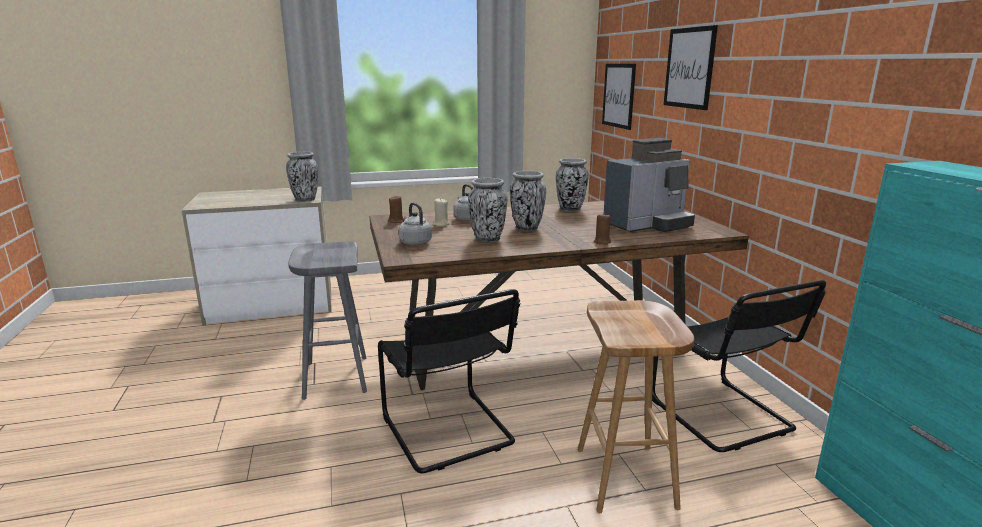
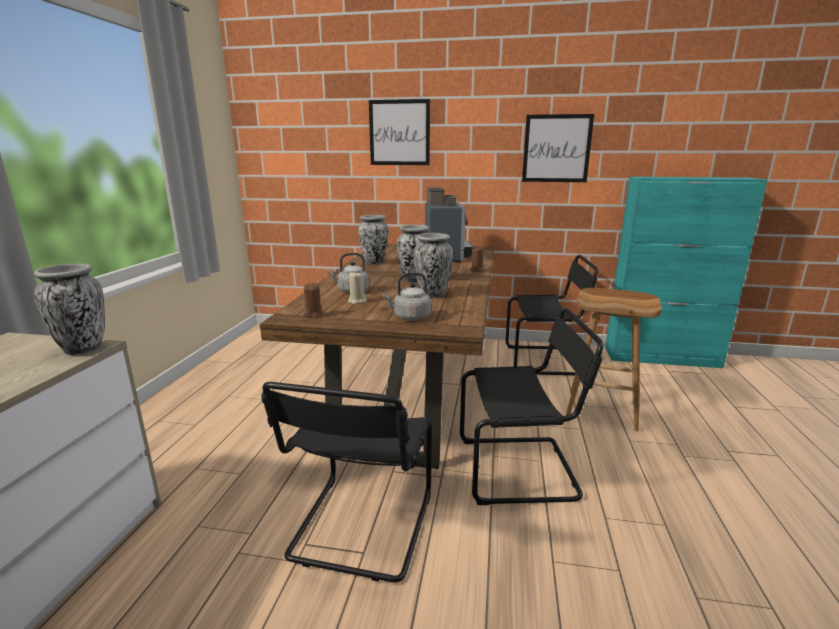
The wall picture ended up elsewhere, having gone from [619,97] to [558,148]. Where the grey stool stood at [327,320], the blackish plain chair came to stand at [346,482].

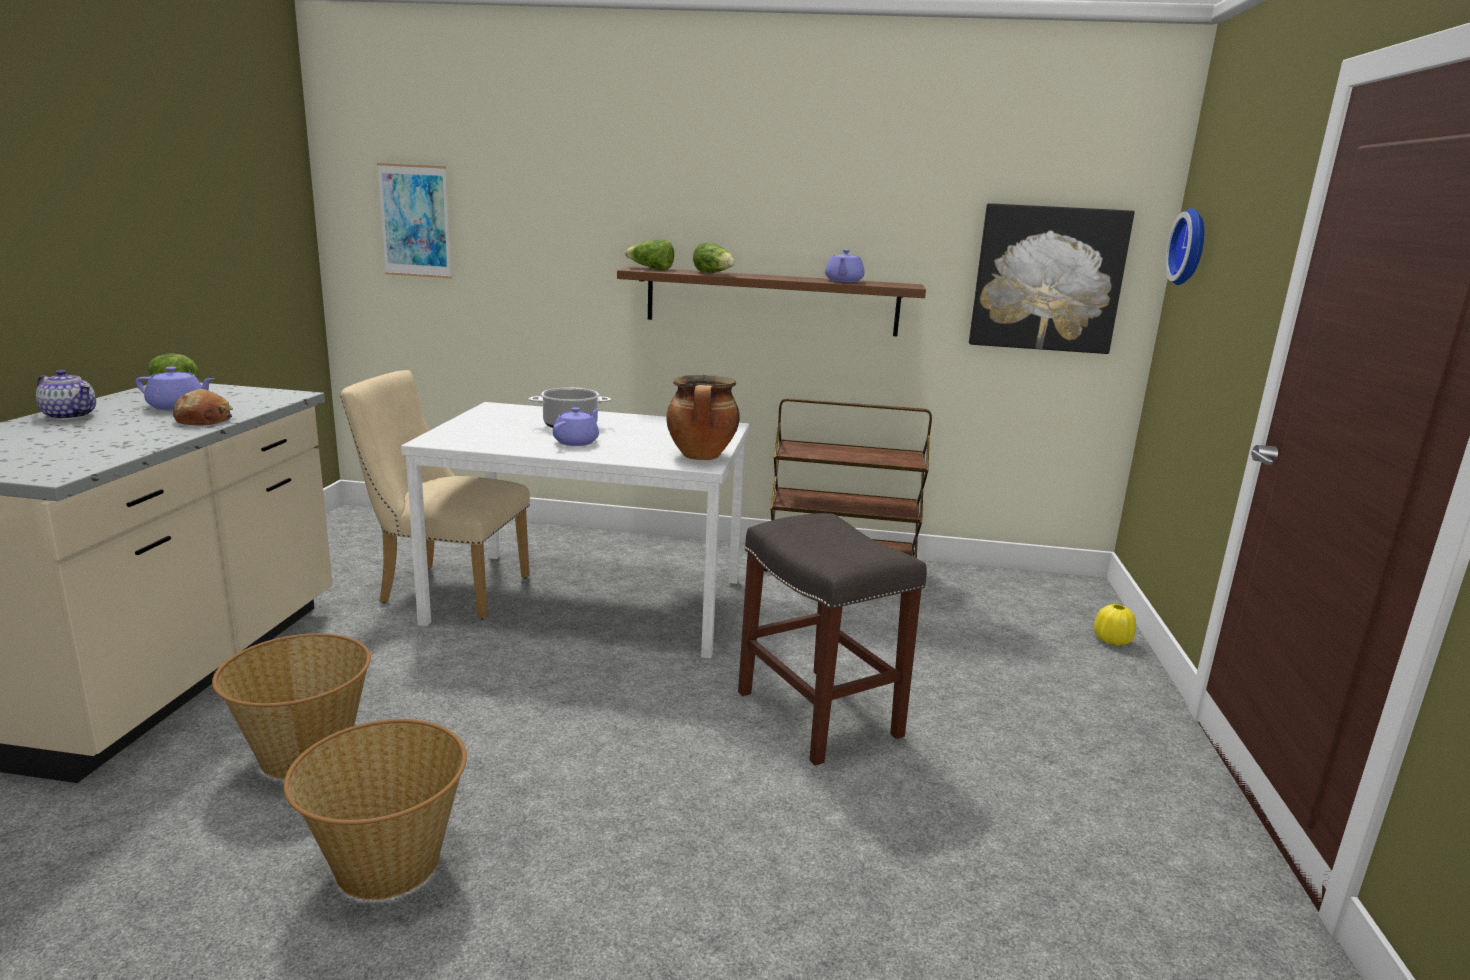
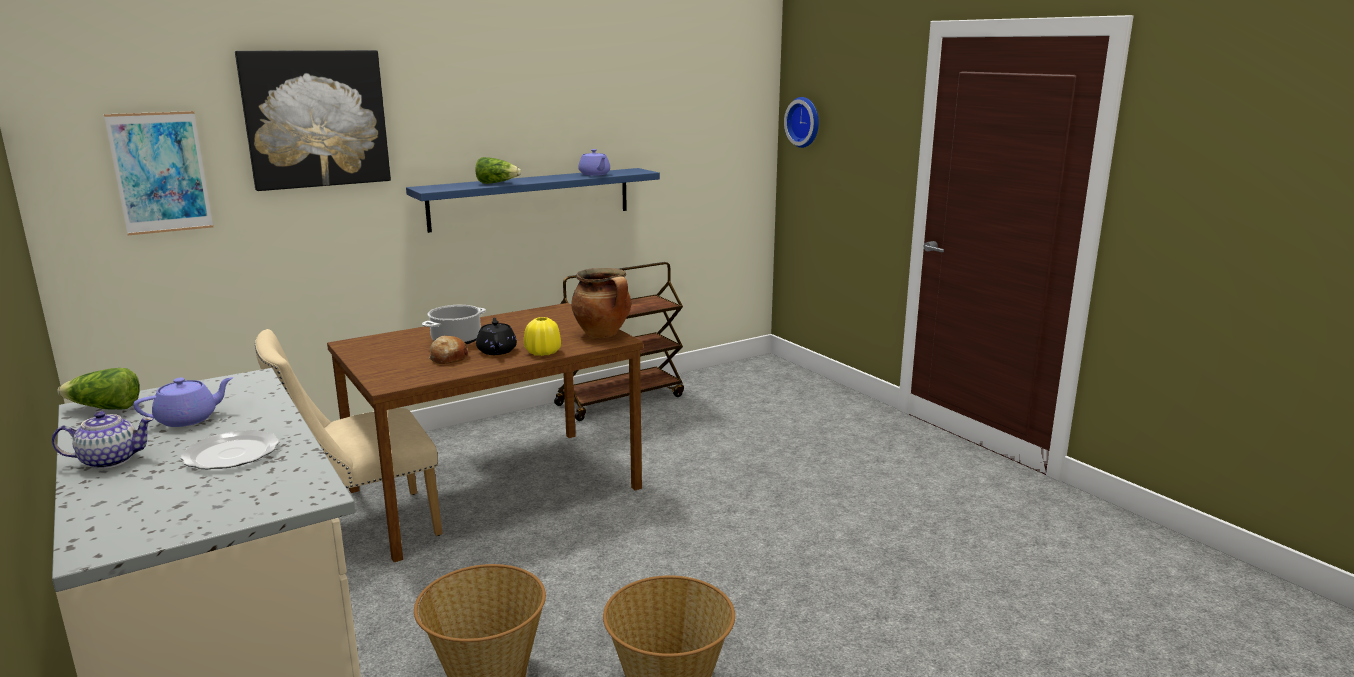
The wall picture ended up elsewhere, having gone from [1052,278] to [313,120]. The second view lost the head of lettuce at [649,255]. What was the brown-coloured bracket shelf at [771,301] turned into the blue-coloured bracket shelf at [533,200]. The baked bread ended up elsewhere, having gone from [203,407] to [448,349]. What was the white dinner table at [575,530] turned into the brown-coloured dinner table at [485,432]. What was the purple-coloured tea pot at [576,426] turned into the blackish tea pot at [496,336]. The second view lost the grey stool at [832,639]. The yellow decorative vase ended up elsewhere, having gone from [1115,625] to [542,336]. The second view gained the dinner plate at [229,449].

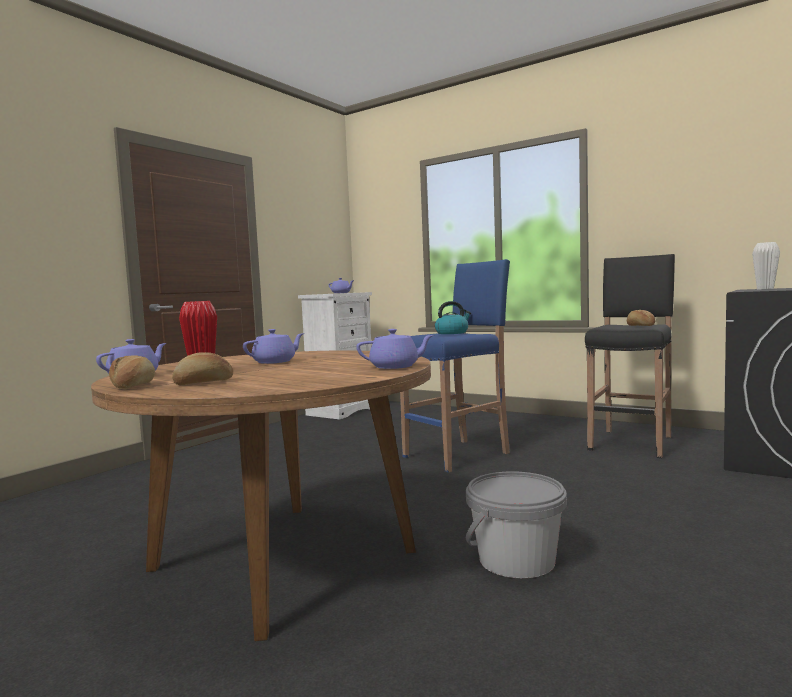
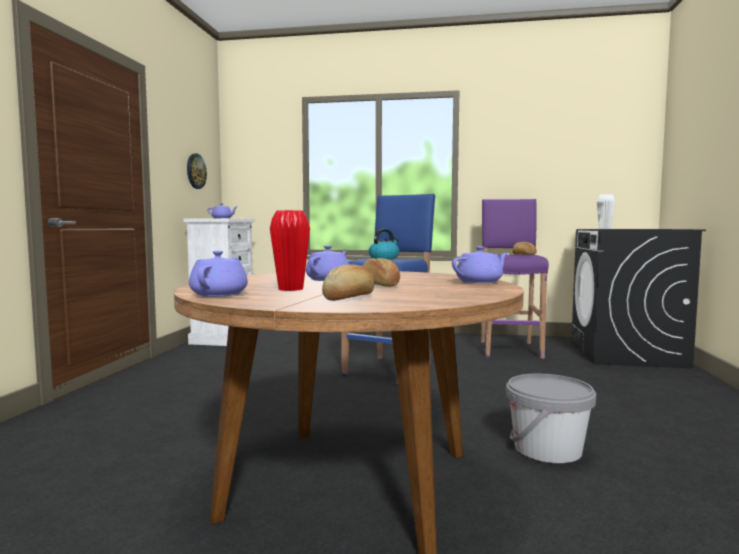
What was the blackish stool at [630,356] turned into the purple-coloured stool at [515,279]. The baked bread ended up elsewhere, having gone from [132,372] to [381,272]. The second view gained the hanging clock at [197,171].

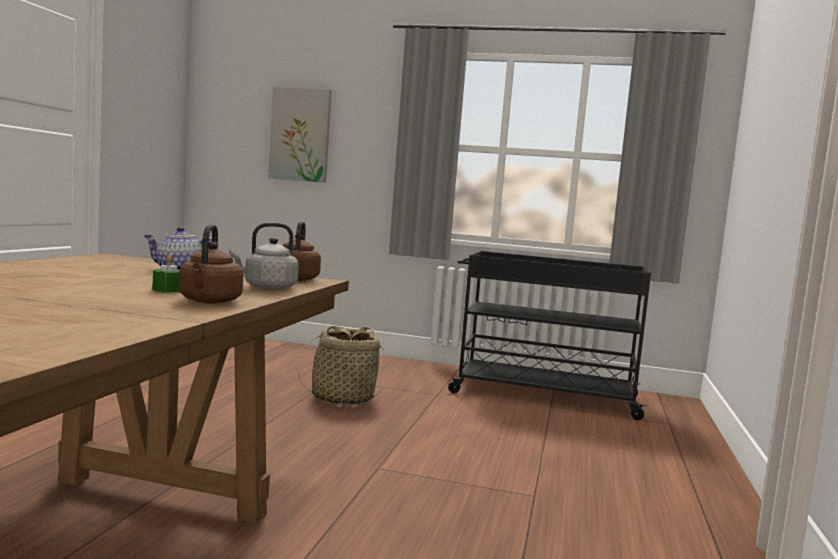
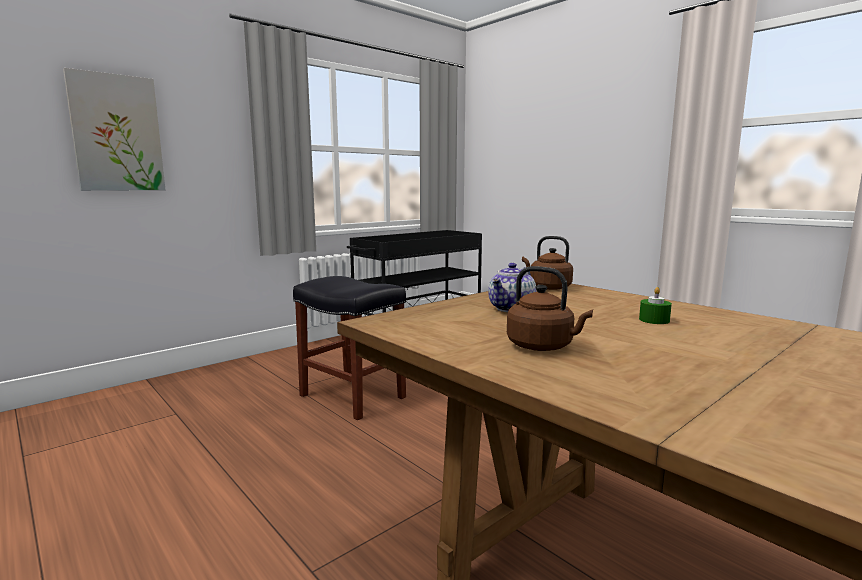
The second view lost the grey water kettle at [264,256]. The brown-coloured water kettle ended up elsewhere, having gone from [211,264] to [550,308]. Where the storage basket stood at [341,365], the blackish stool came to stand at [349,348].

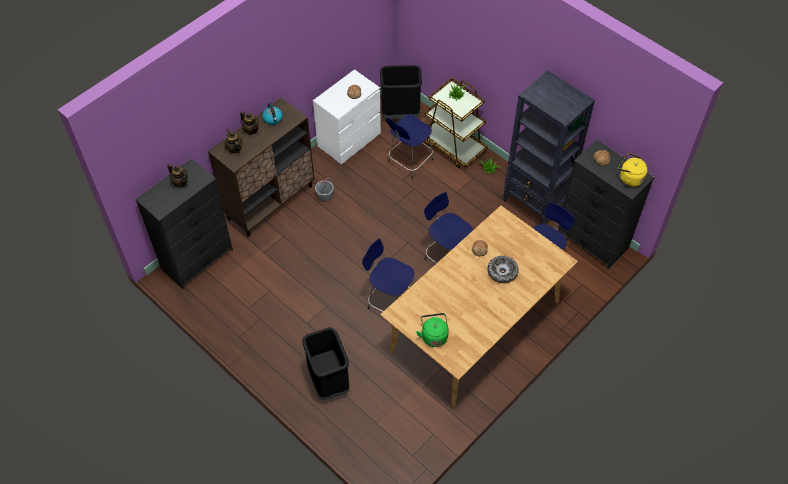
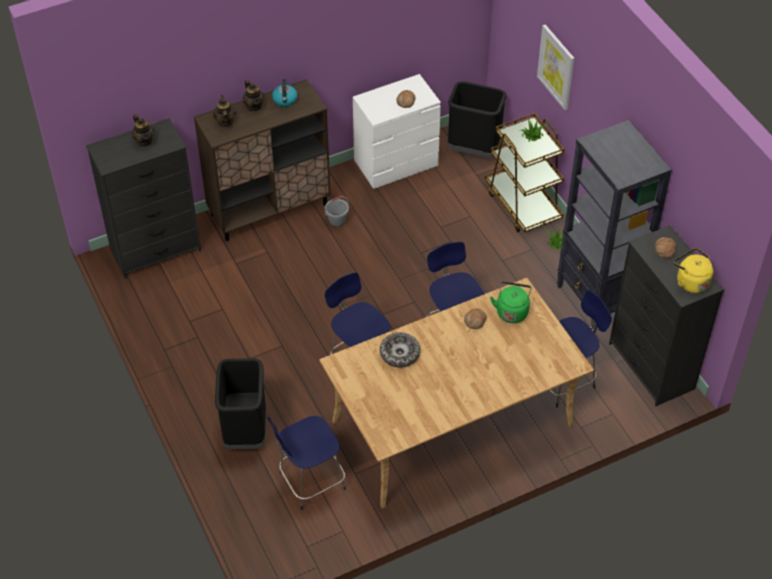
The blue-coloured stool ended up elsewhere, having gone from [409,147] to [306,463]. The deep dish ended up elsewhere, having gone from [503,269] to [400,350]. The green water kettle ended up elsewhere, having gone from [432,330] to [511,302]. The second view gained the wall picture at [555,67].

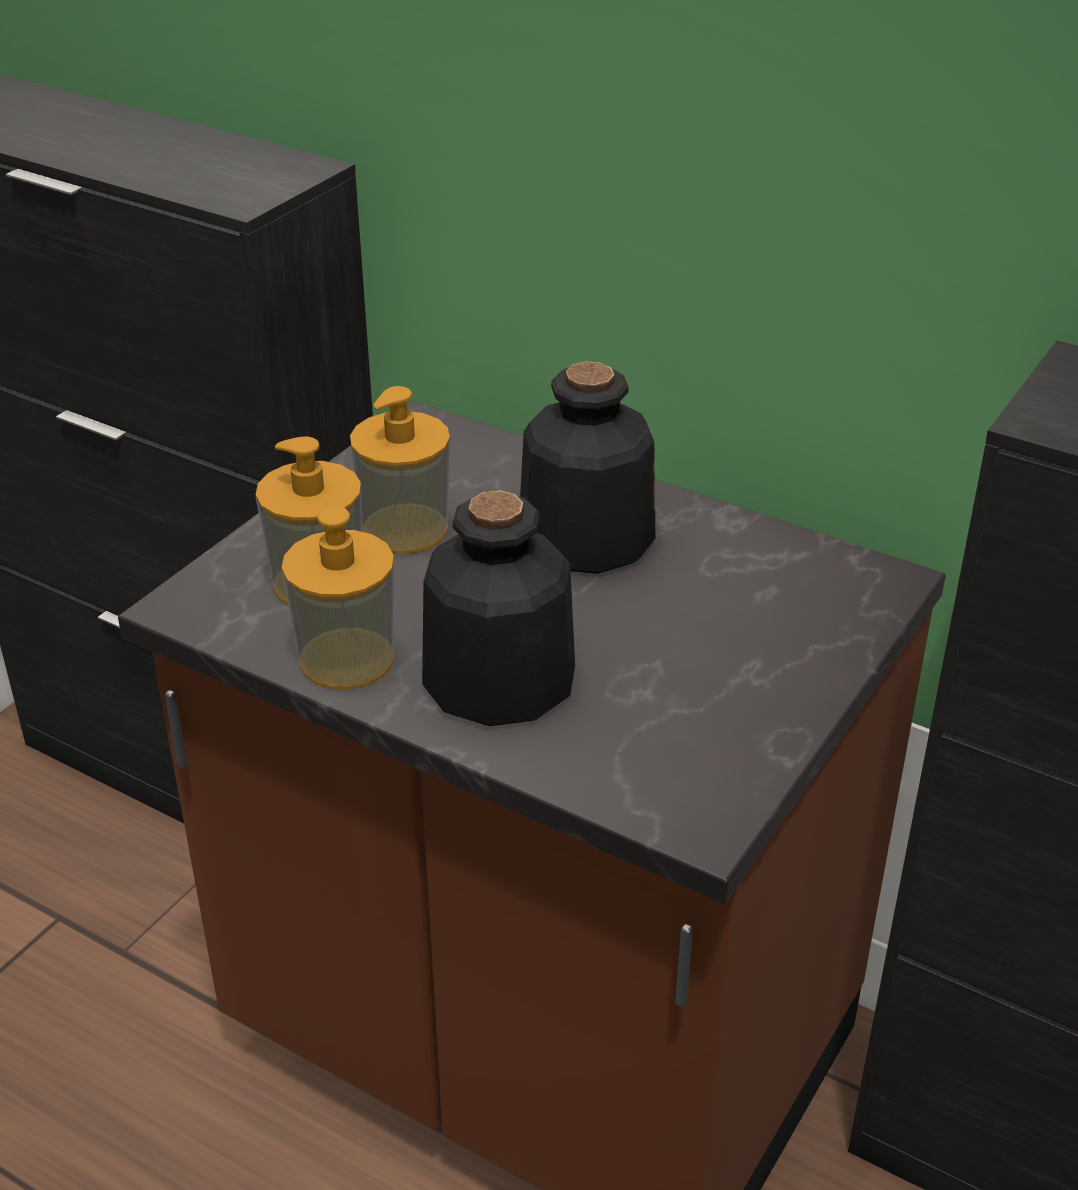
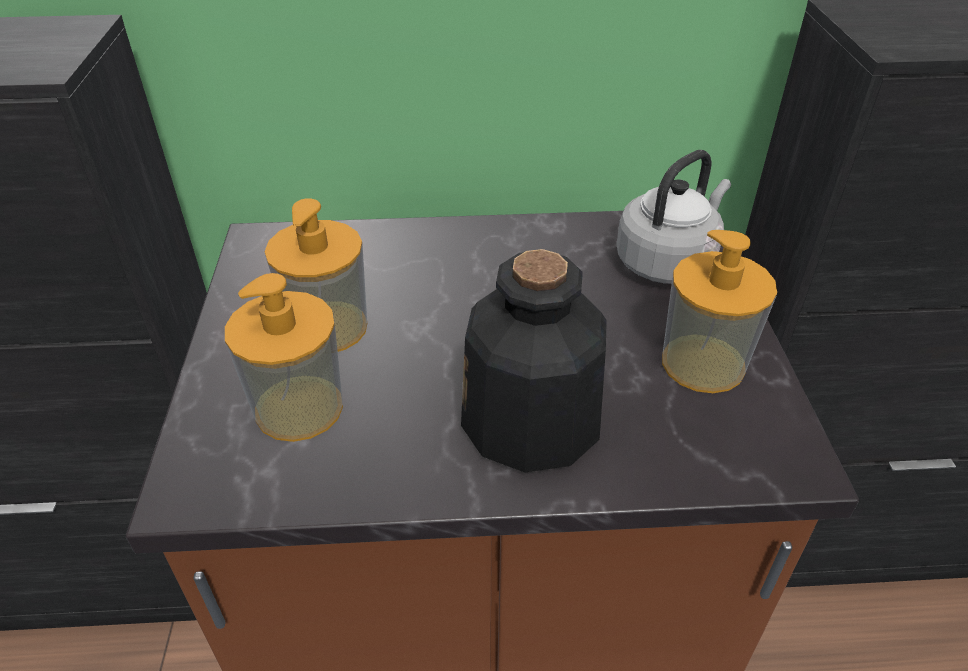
The second view lost the drink bottle at [587,467]. The liquid soap bottle ended up elsewhere, having gone from [337,595] to [719,311]. The second view gained the grey water kettle at [673,217].

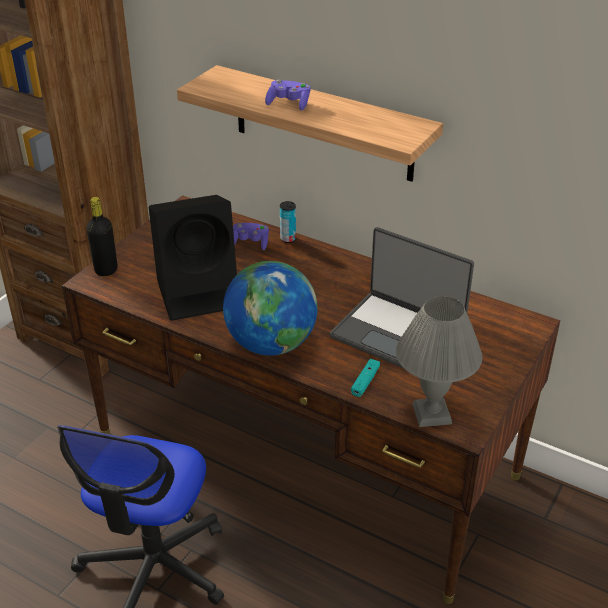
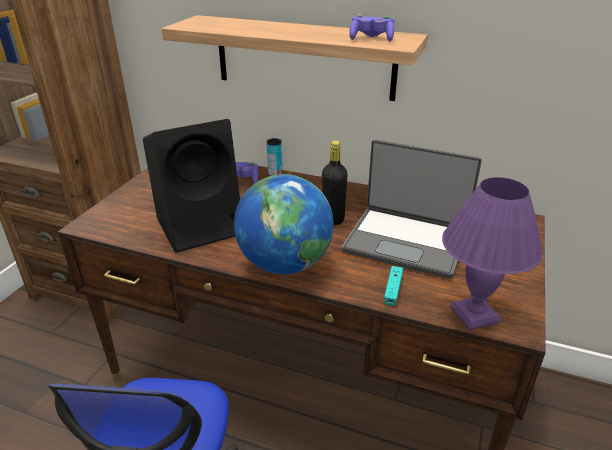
The purple-coloured joypad ended up elsewhere, having gone from [287,95] to [371,28]. The blackish drink bottle ended up elsewhere, having gone from [102,236] to [335,182]. What was the grey table lamp at [439,361] turned into the purple-coloured table lamp at [492,253].

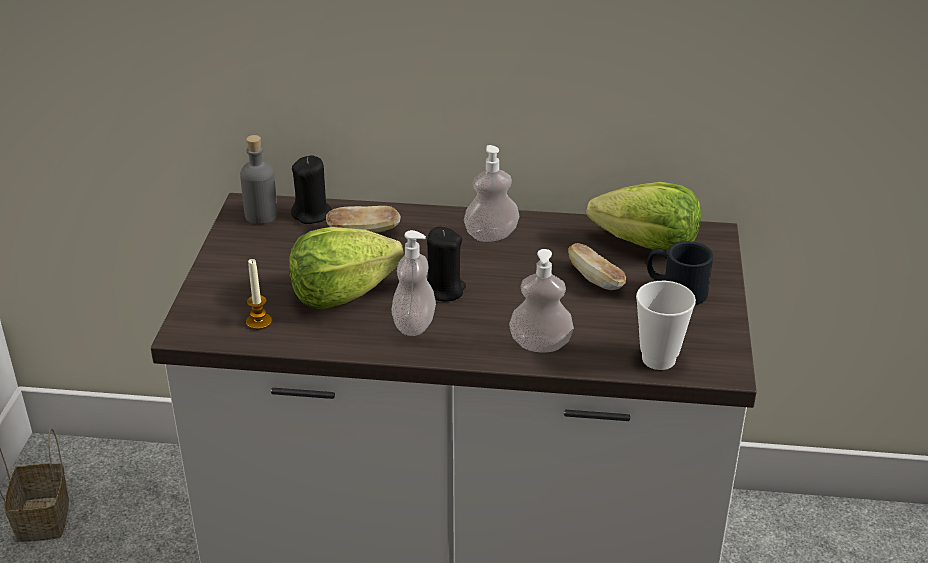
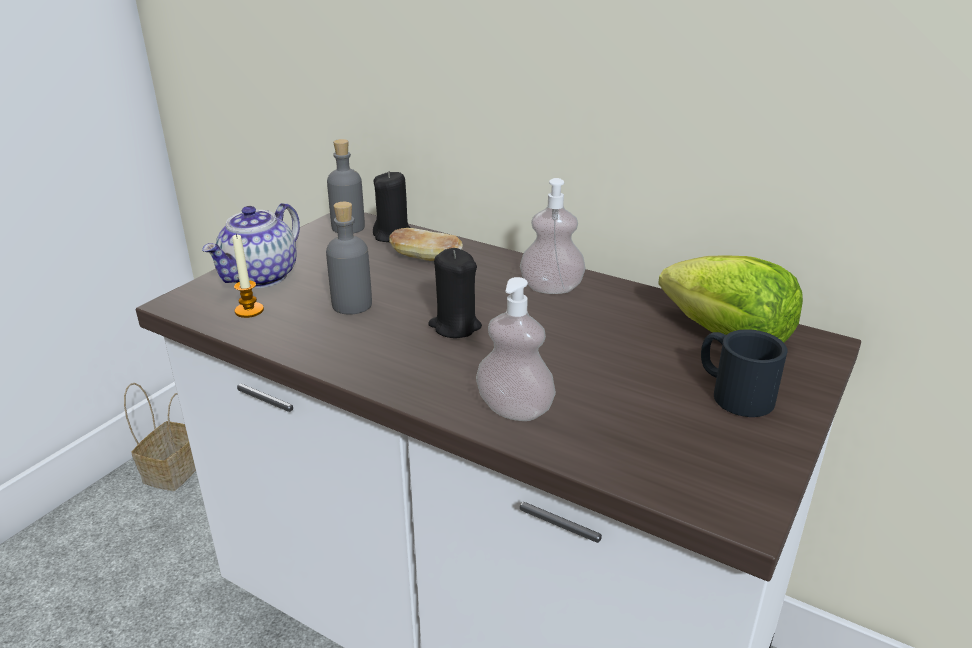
Where the head of lettuce stood at [346,268], the grey drink bottle came to stand at [349,258]. The second view lost the liquid soap bottle at [413,283]. The second view lost the baked bread at [597,266]. The second view lost the small cup at [666,325]. The second view gained the tea pot at [251,245].

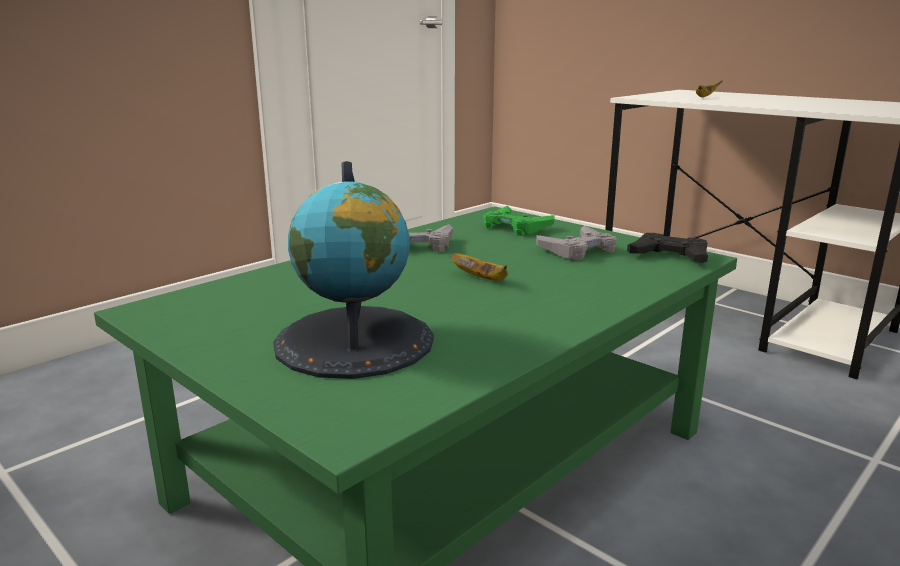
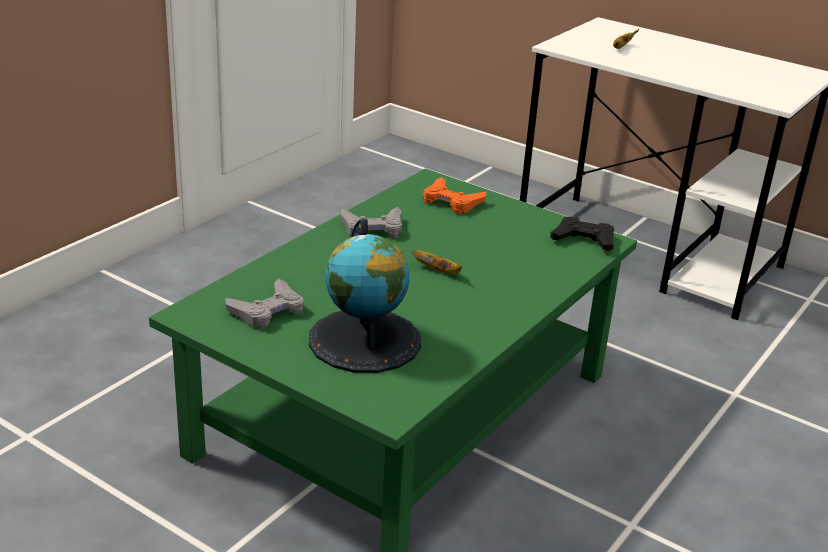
What was the green joypad at [519,221] turned into the orangey joypad at [454,195]. The grey joypad ended up elsewhere, having gone from [576,243] to [264,303].

